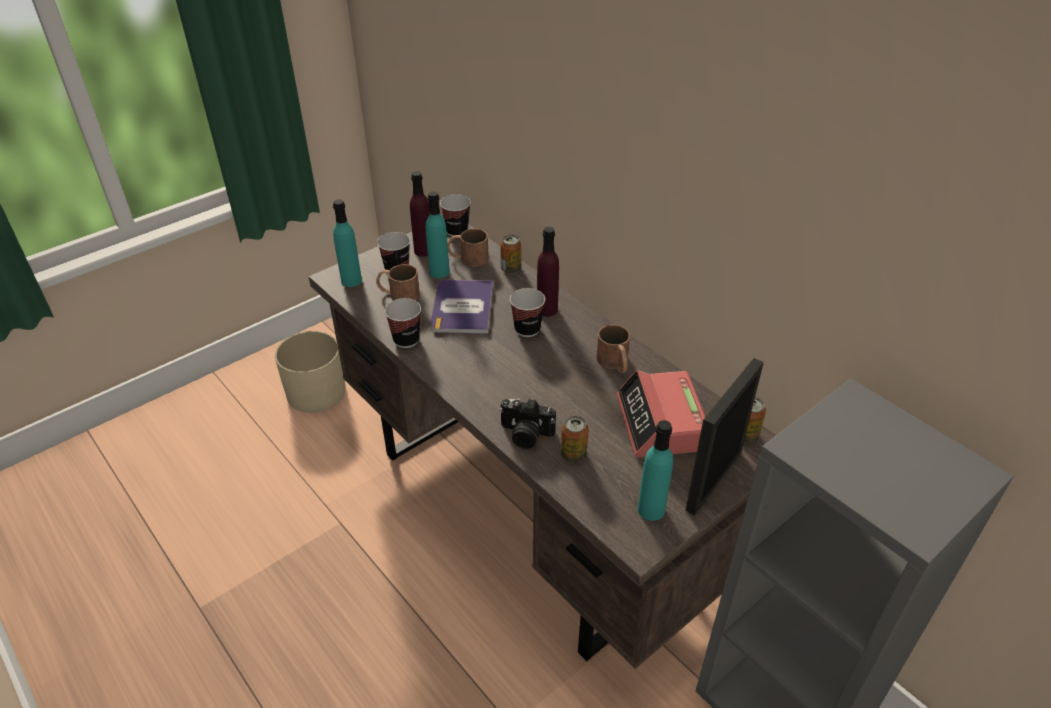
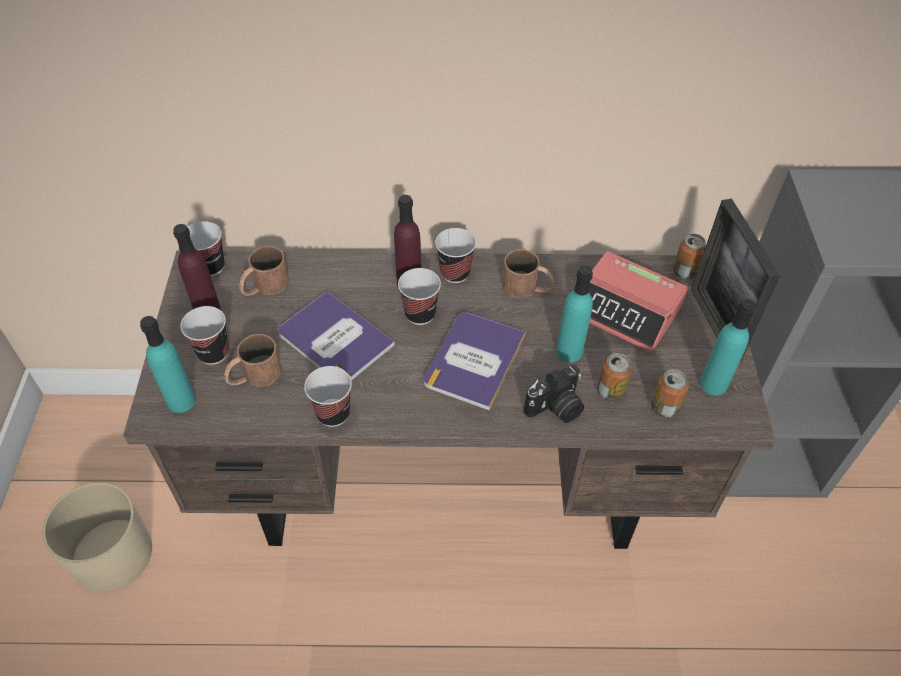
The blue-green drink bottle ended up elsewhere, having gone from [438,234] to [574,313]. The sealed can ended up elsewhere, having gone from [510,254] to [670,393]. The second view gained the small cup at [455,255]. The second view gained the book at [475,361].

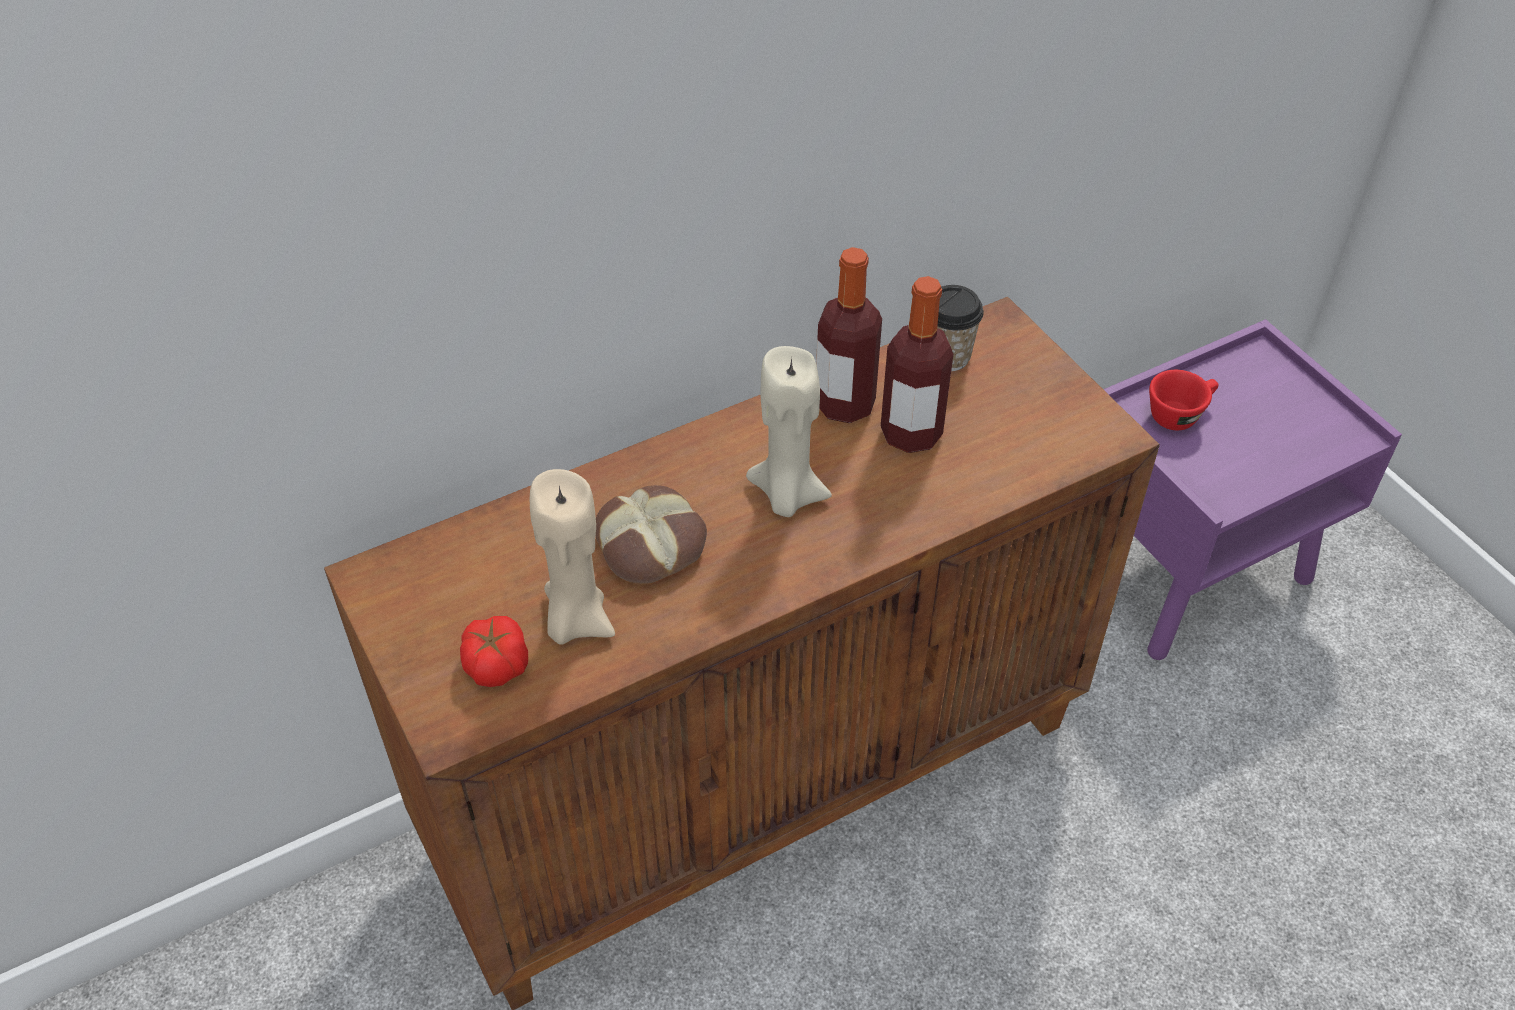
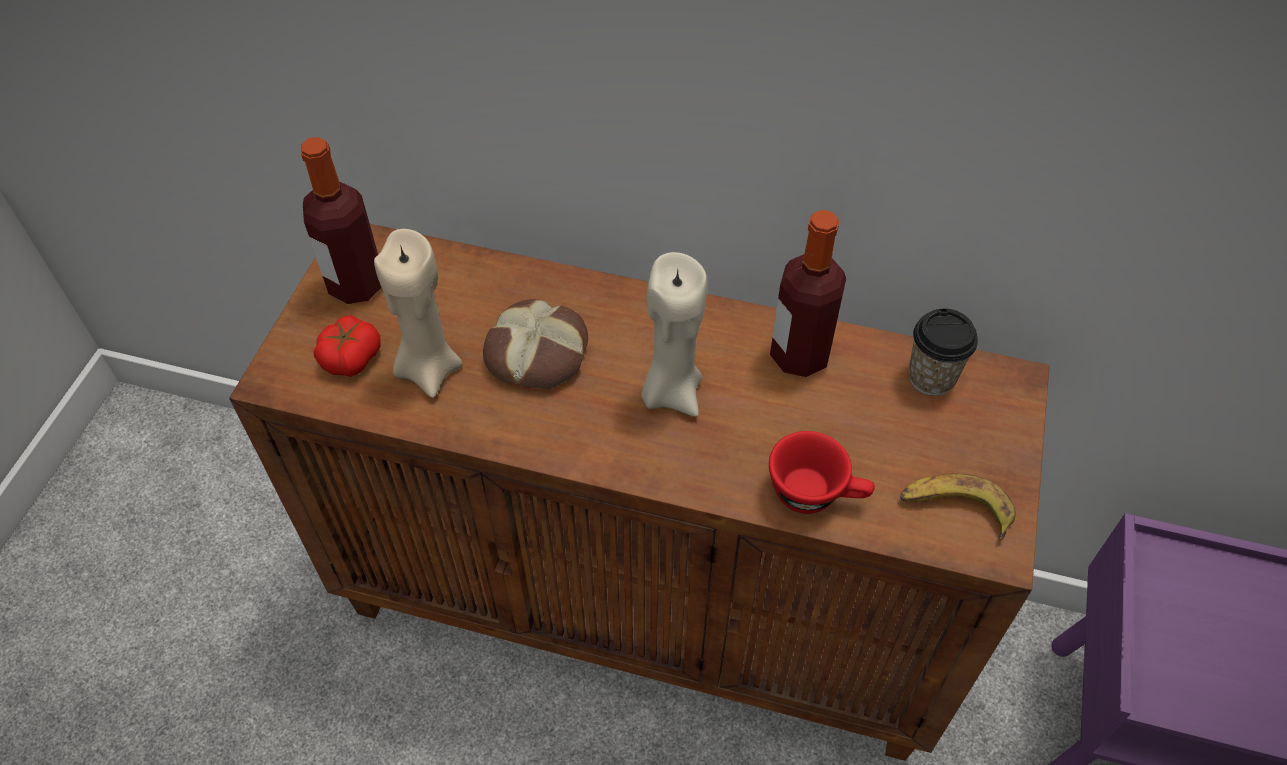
The drink bottle ended up elsewhere, having gone from [917,364] to [341,220]. The reddish small cup ended up elsewhere, having gone from [1183,400] to [822,472]. The second view gained the banana fruit at [958,507].

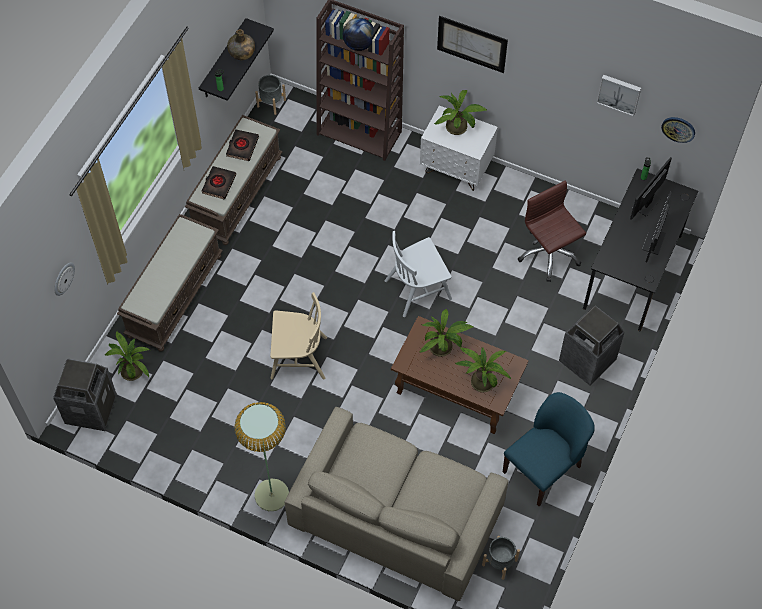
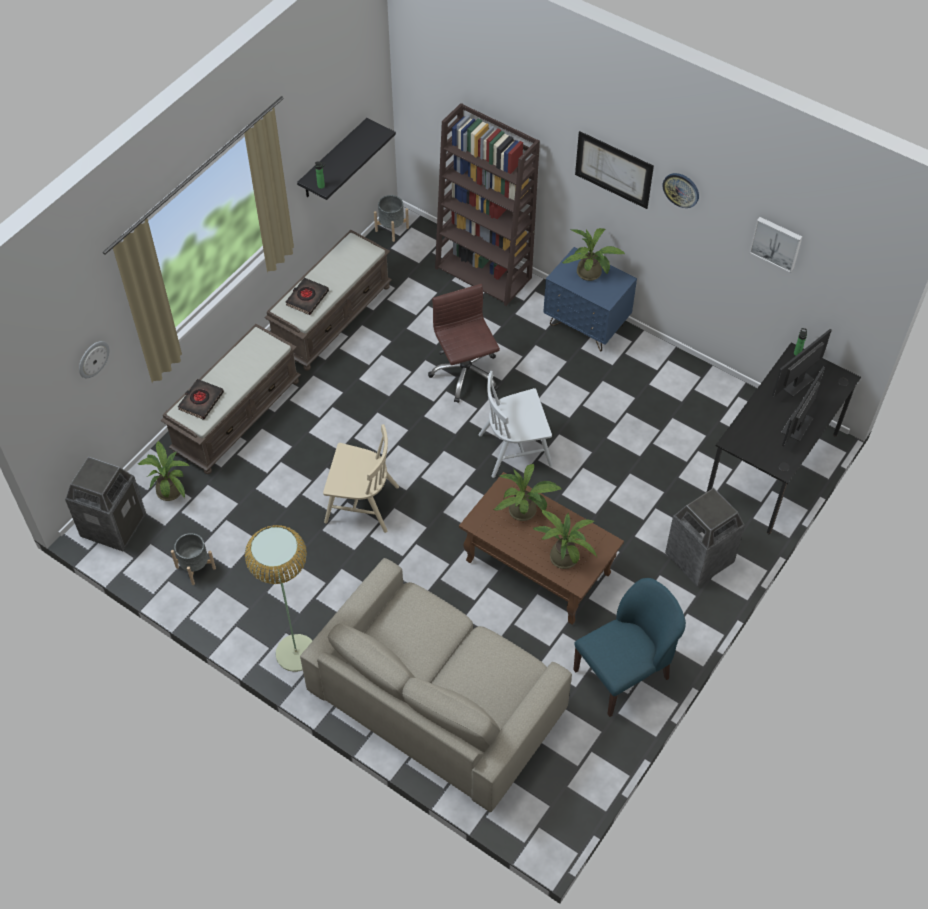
The second view lost the desk globe at [358,34]. The second view lost the green drink bottle at [241,44]. What was the white nightstand at [459,148] turned into the blue-coloured nightstand at [590,299]. The hanging clock ended up elsewhere, having gone from [678,130] to [680,190]. The blackish book ended up elsewhere, having gone from [242,145] to [201,399]. The brown-coloured computer chair ended up elsewhere, having gone from [552,231] to [464,343]. The grey flower pot ended up elsewhere, having gone from [501,558] to [193,559].

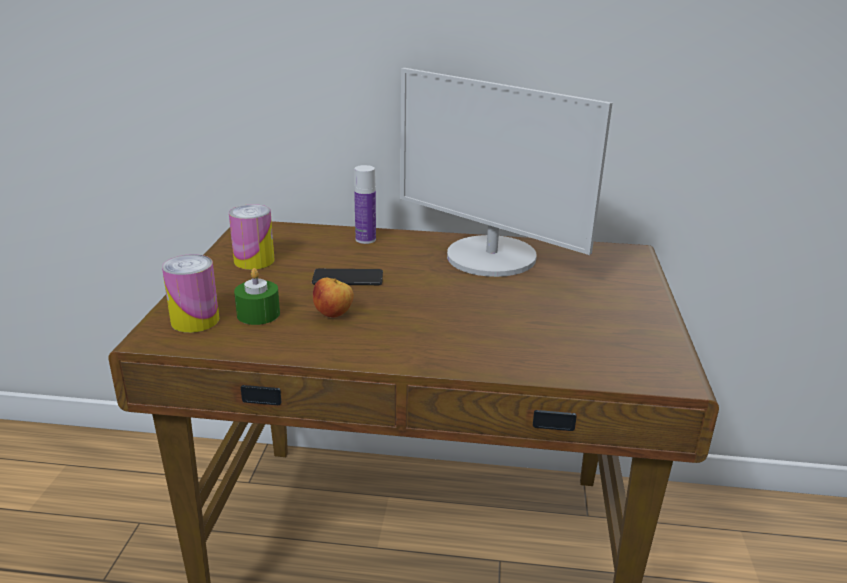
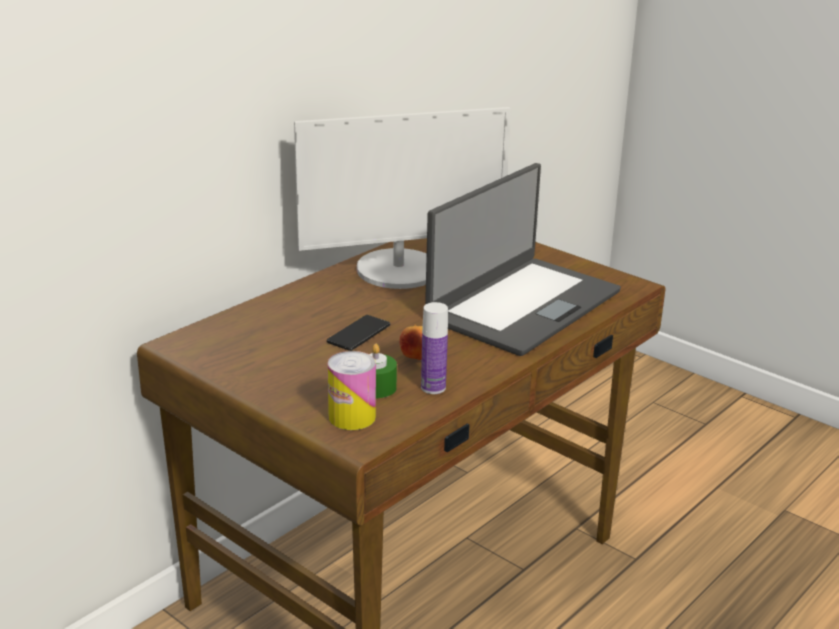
The drink bottle ended up elsewhere, having gone from [365,204] to [434,348]. The second view lost the sealed can at [252,237]. The second view gained the laptop at [523,259].

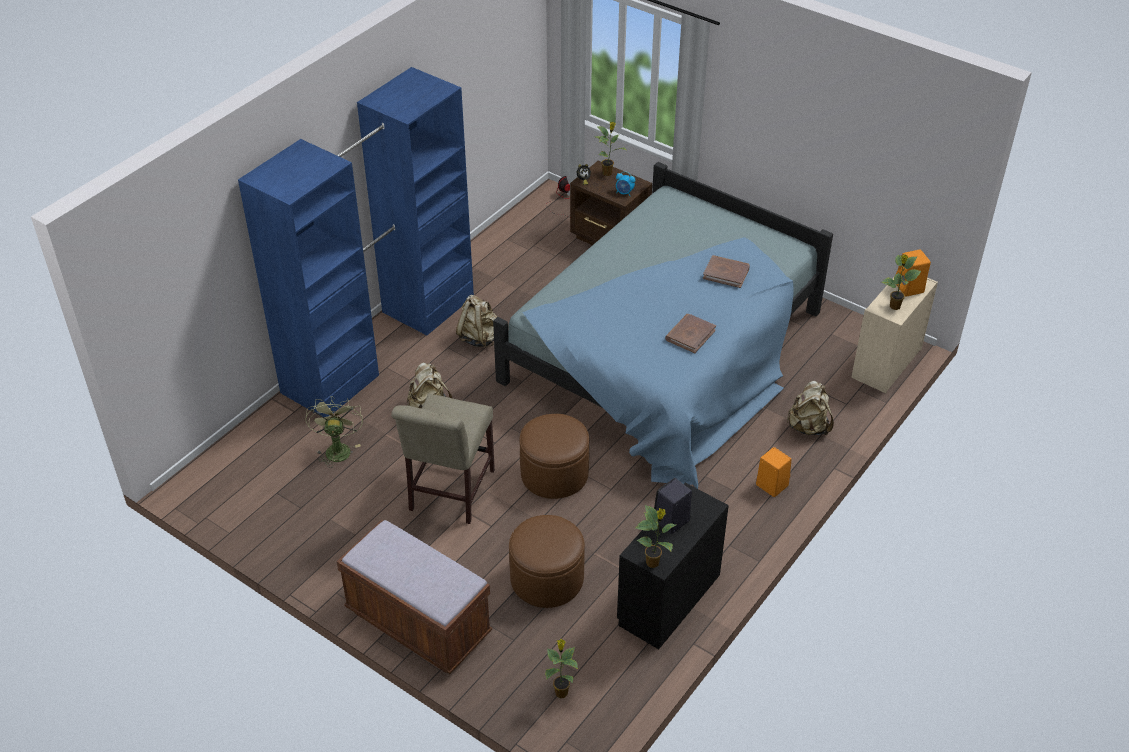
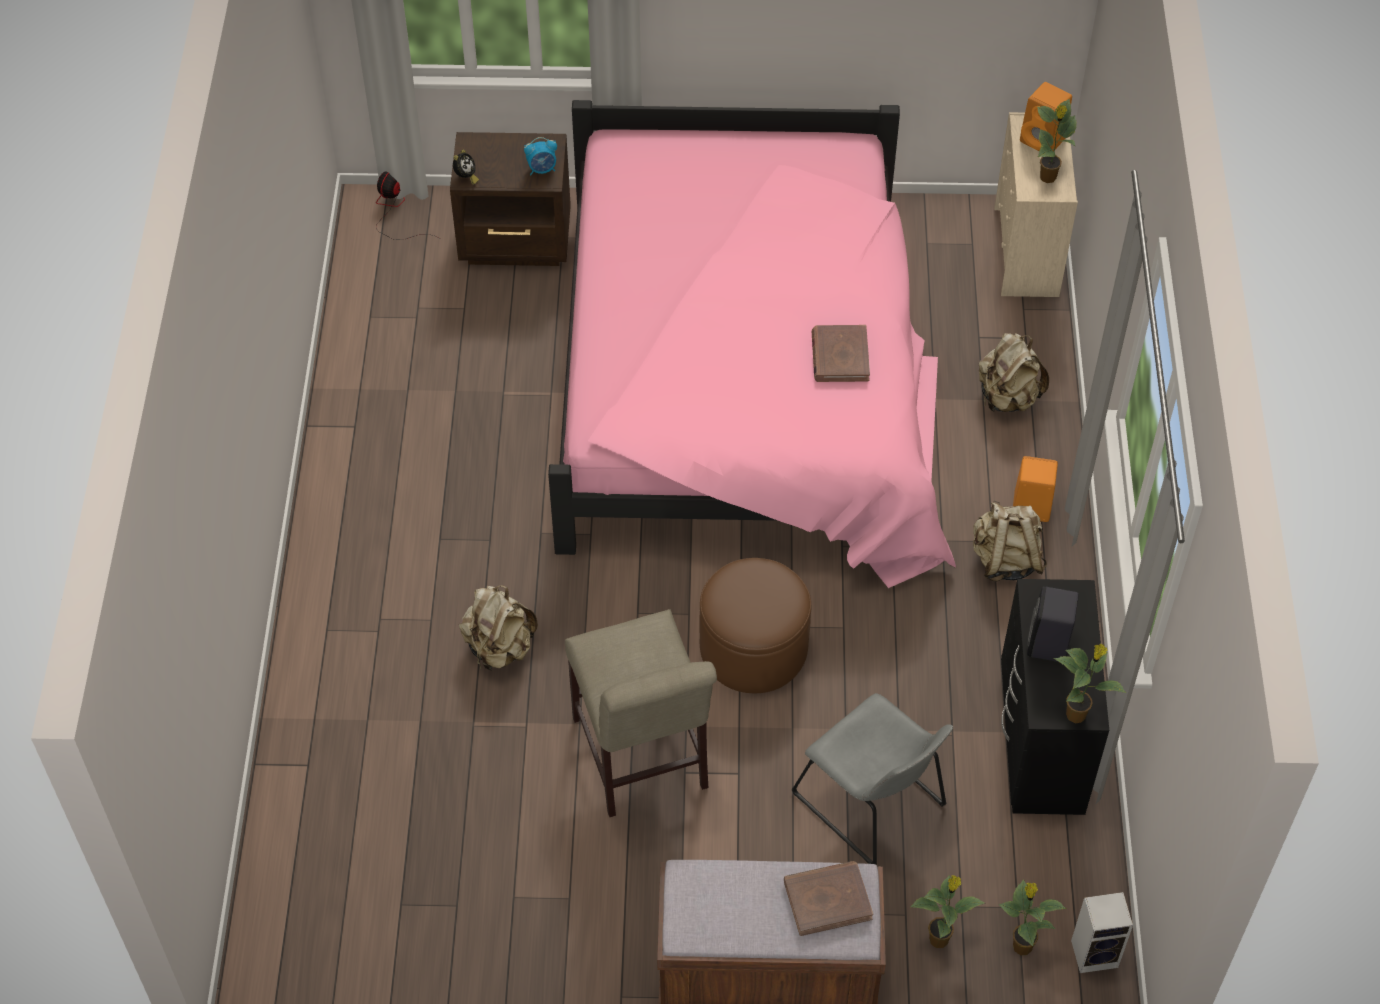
The second view lost the blue-coloured armoire at [356,242]. The houseplant ended up elsewhere, having gone from [611,149] to [947,911]. What was the blue-coloured bedroom bed at [663,325] turned into the pinkish bedroom bed at [752,344]. The brown-coloured book ended up elsewhere, having gone from [726,271] to [828,898]. The beige knapsack ended up elsewhere, having gone from [476,321] to [1010,541]. The second view lost the green fan at [334,432]. Where the brown-coloured ottoman stood at [547,561], the grey plain chair came to stand at [872,779]. The second view gained the audio speaker at [1102,932].

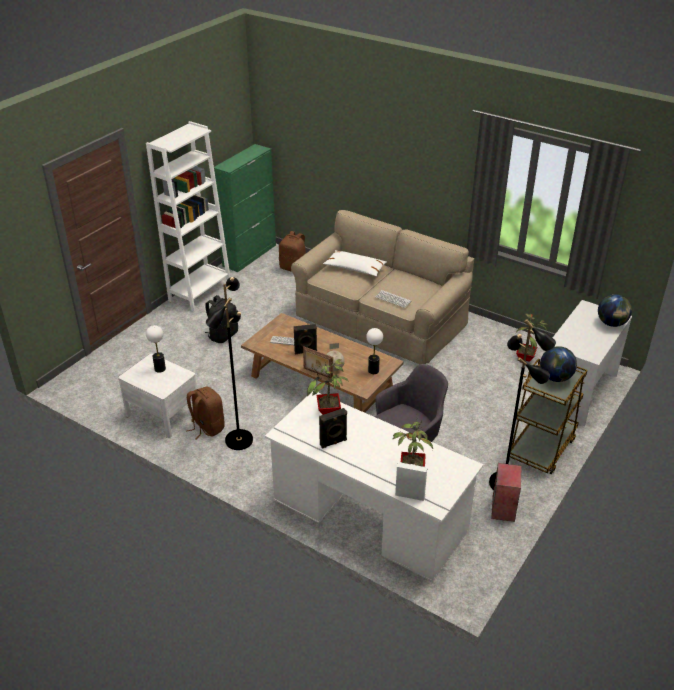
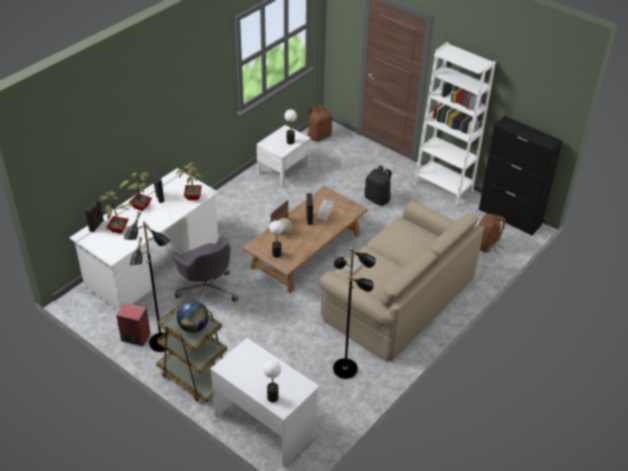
What was the green cabinet at [245,208] turned into the blackish cabinet at [520,176]. The second view lost the white throw pillow at [355,263]. The blackish floor lamp ended up elsewhere, having gone from [229,363] to [354,313]. Where the desk globe stood at [615,310], the table lamp came to stand at [272,381]. The houseplant ended up elsewhere, having gone from [532,338] to [136,190]. The brown-coloured knapsack ended up elsewhere, having gone from [206,413] to [319,123]. What was the white audio speaker at [411,481] turned into the blackish audio speaker at [94,215].

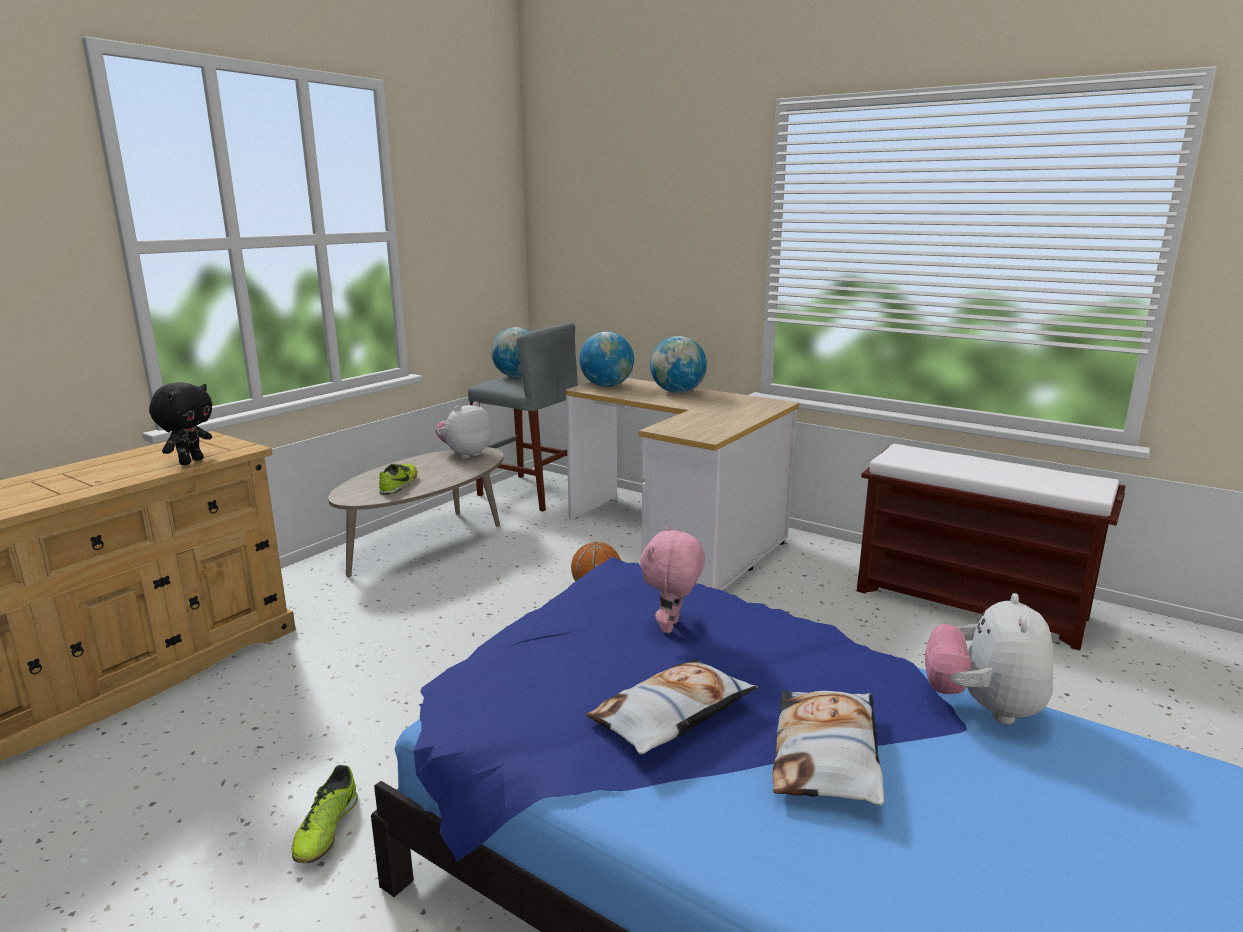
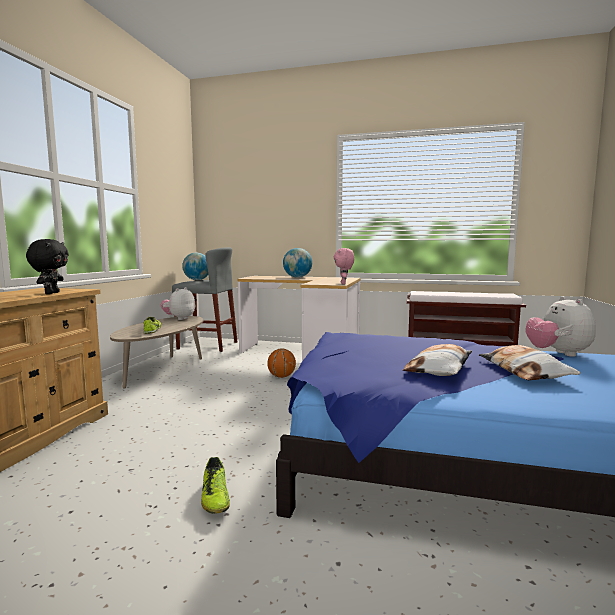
The second view lost the desk globe at [606,359]. The pinkish plush toy ended up elsewhere, having gone from [672,579] to [344,266].

